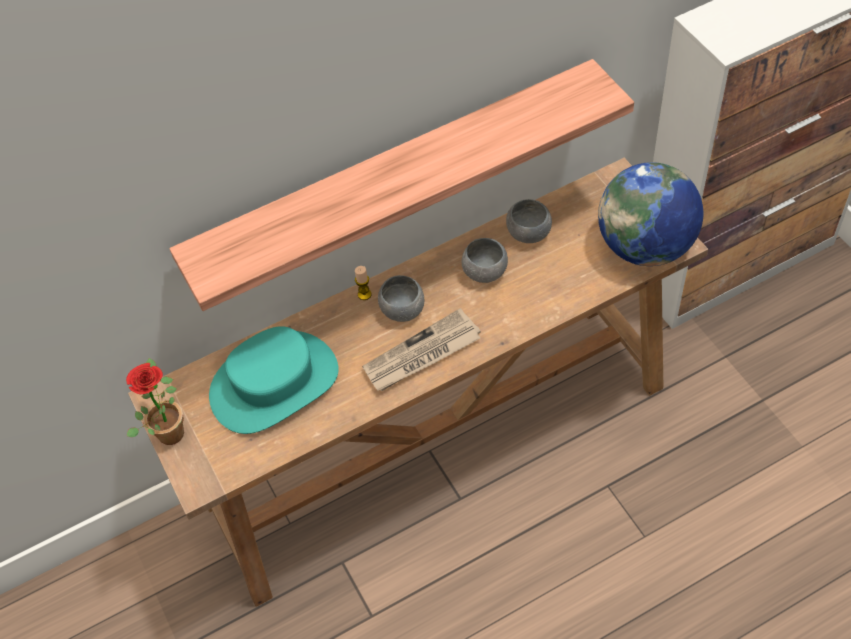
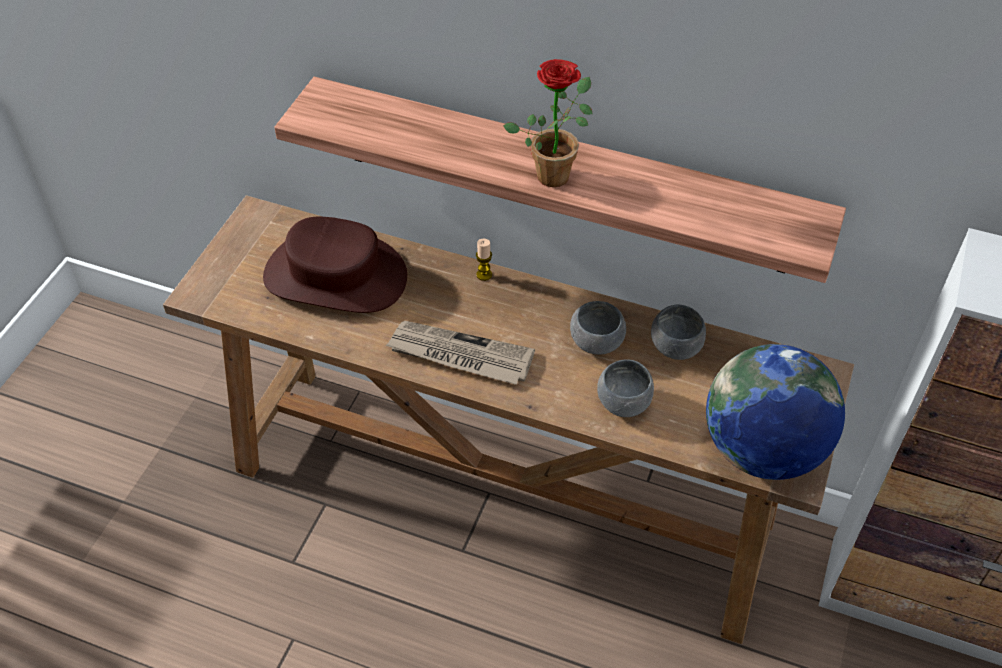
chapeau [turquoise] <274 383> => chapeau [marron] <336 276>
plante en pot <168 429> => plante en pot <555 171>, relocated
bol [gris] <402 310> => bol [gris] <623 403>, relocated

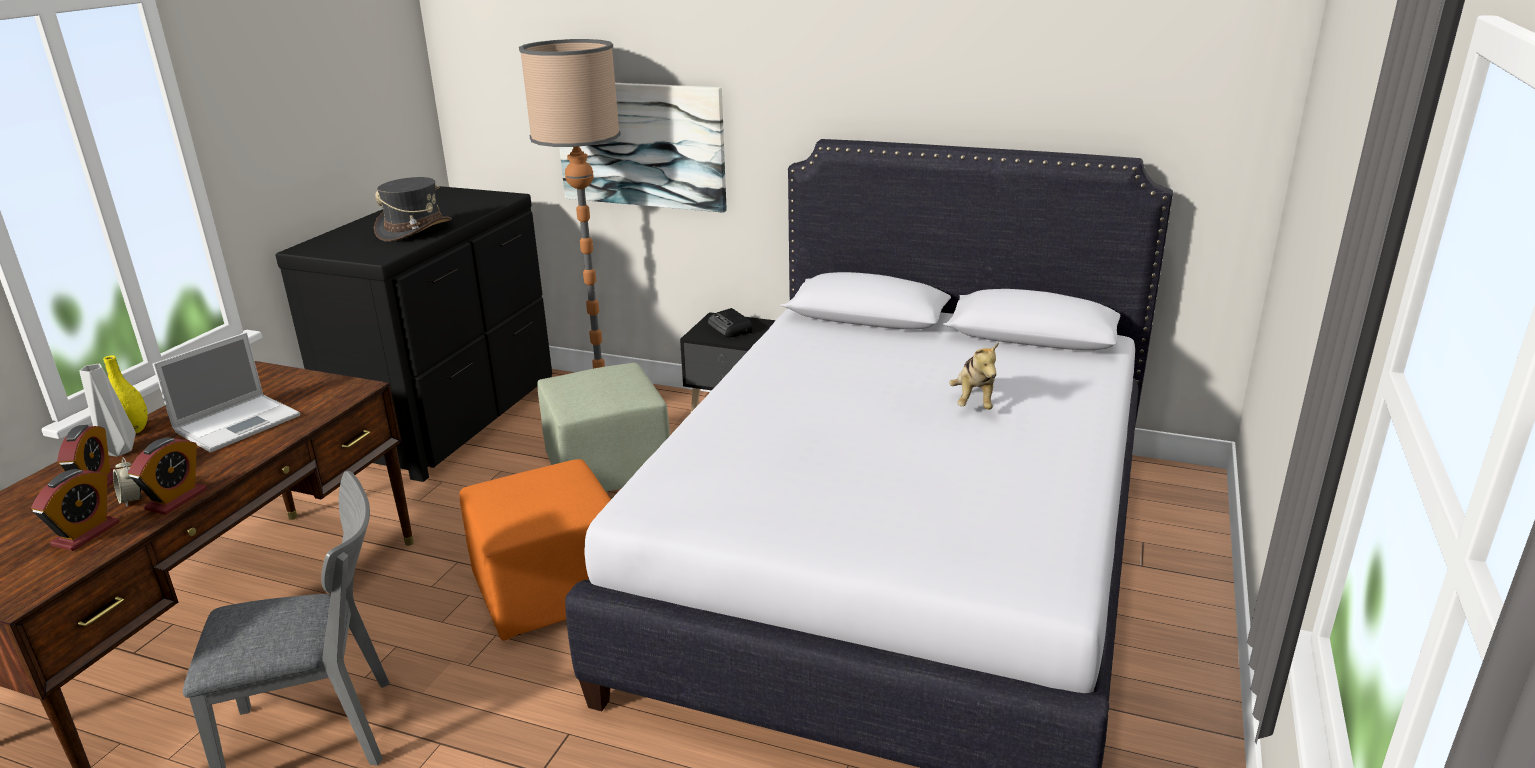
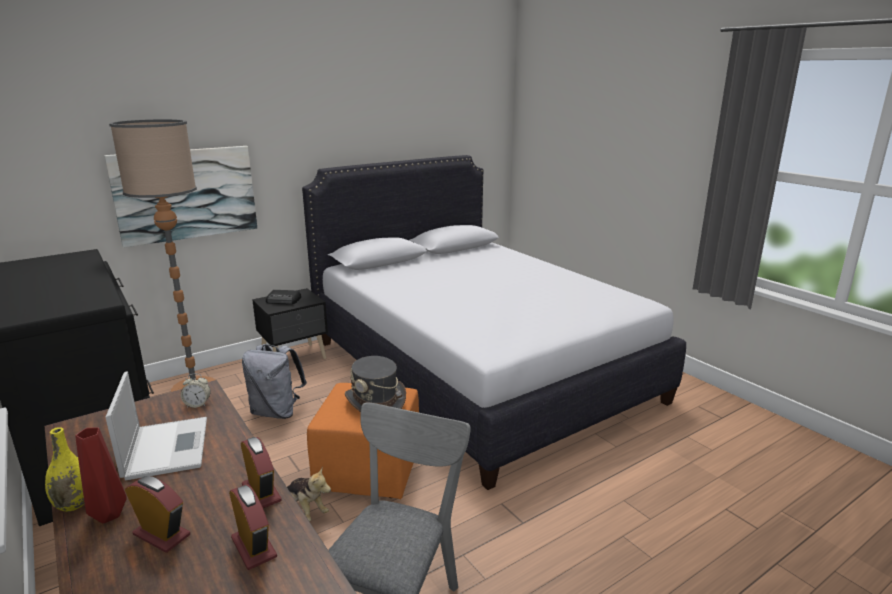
vase [gris] <118 452> => vase [rouge] <109 516>
réveil <132 500> => réveil <197 404>, relocated
pouf [vert] <609 470> => sac à dos [gris] <276 412>
peluche <974 402> => peluche <305 510>, relocated
chapeau [gris] <414 230> => chapeau [gris] <376 402>, relocated

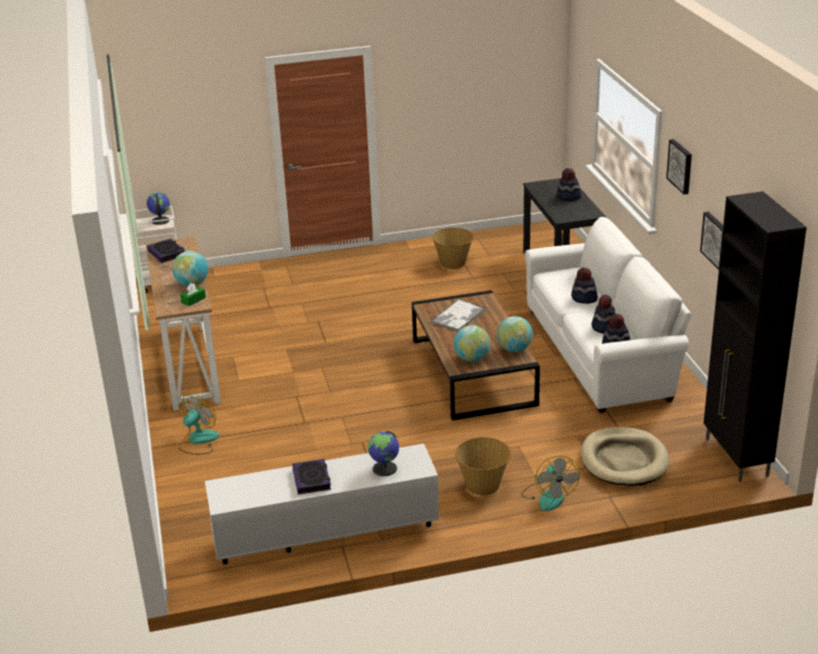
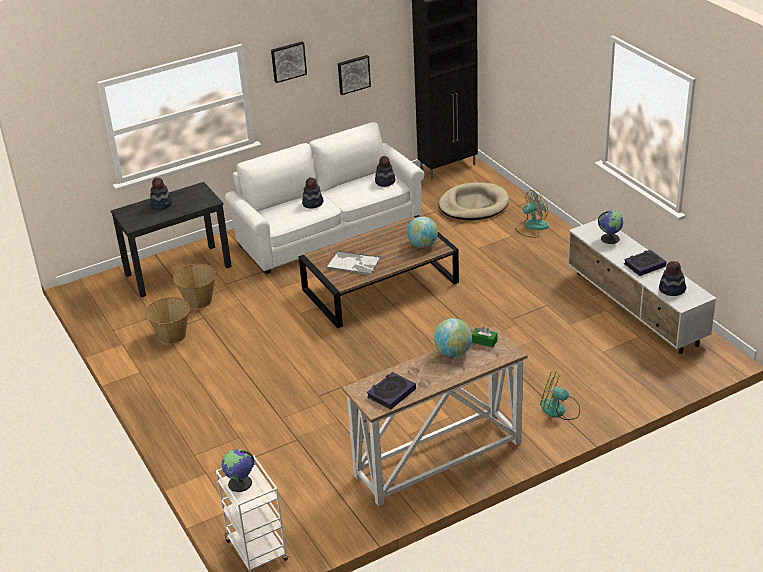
panier <483 485> => panier <198 300>, relocated
chapeau <603 327> => chapeau <672 290>, relocated
globe <514 349> => nothing

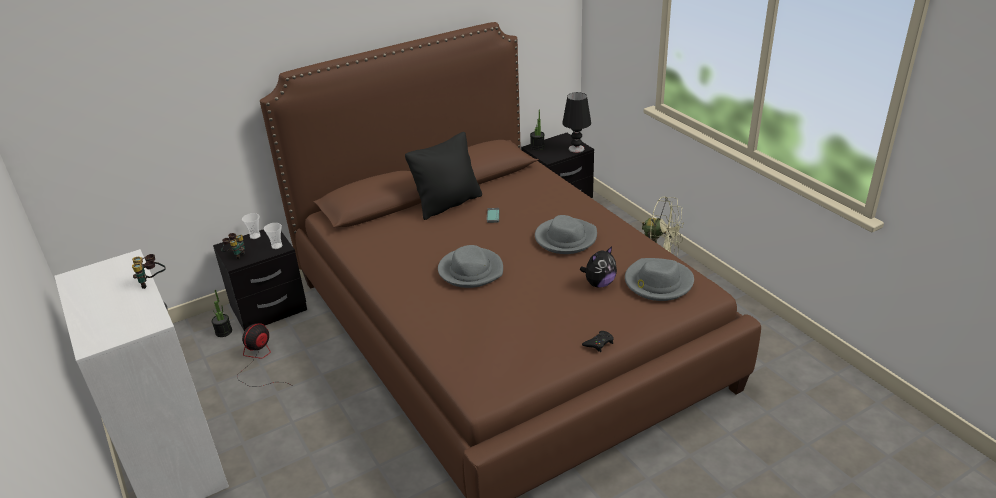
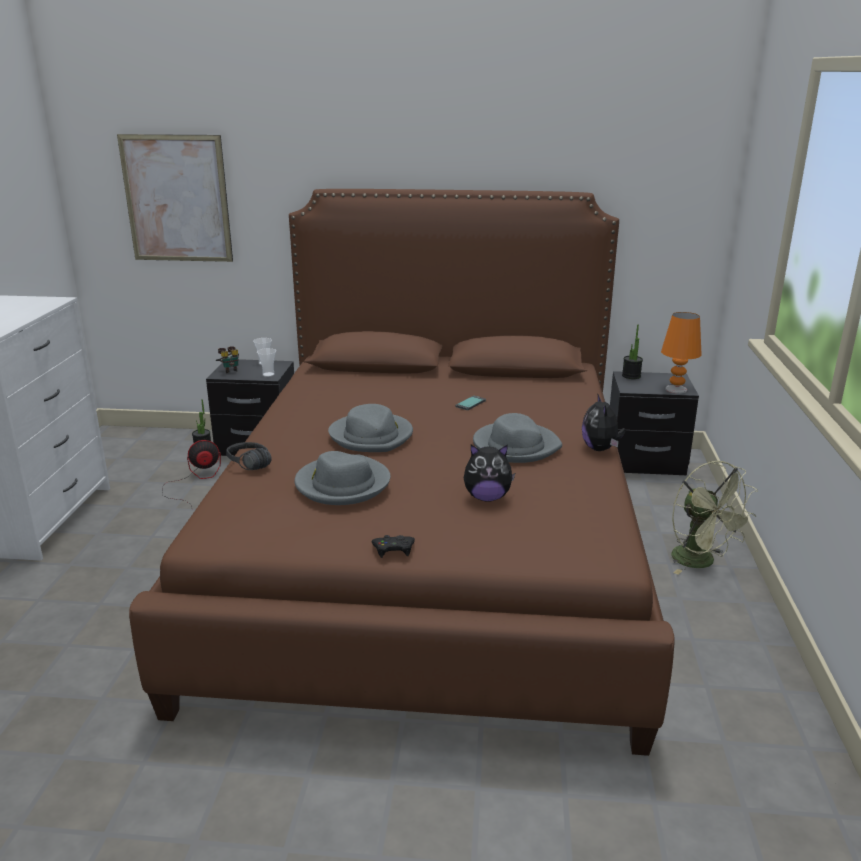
nothing => tableau <176 199>
nothing => casque audio [noir] <244 466>
chapeau [gris] <658 282> => chapeau [gris] <342 484>, relocated
nothing => peluche <600 449>
lampe de table [noir] <576 148> => lampe de table [orange] <676 389>
jumelles <153 282> => nothing
coussin [noir] <448 204> => nothing

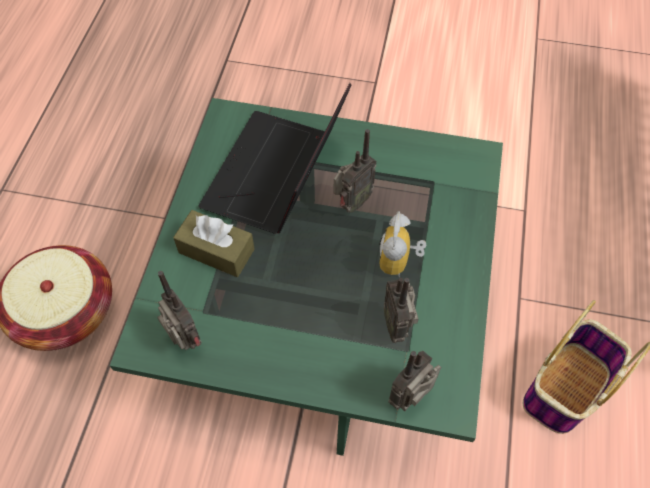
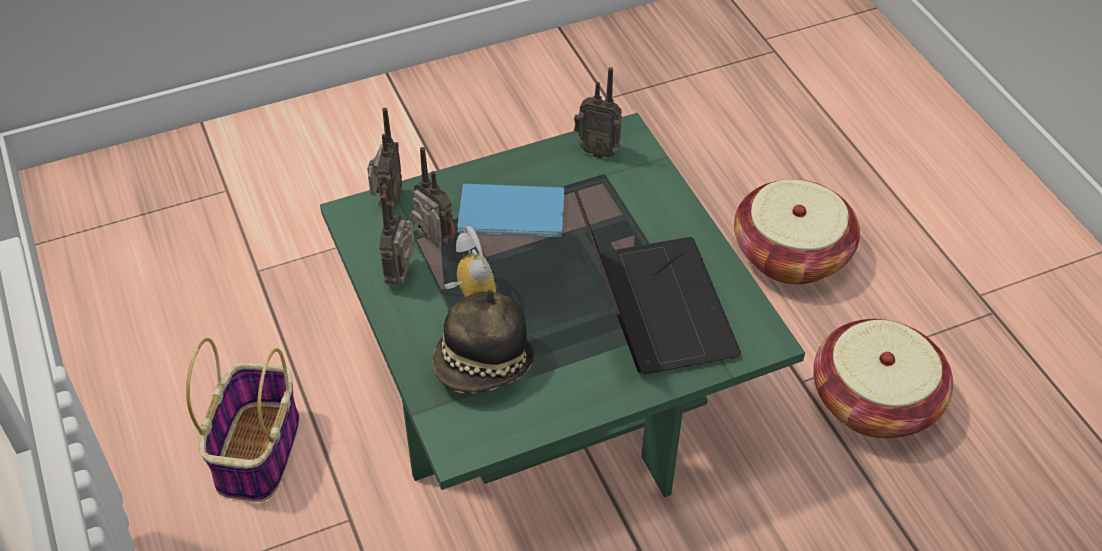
radio <351 203> => radio <402 275>, relocated
nothing => chapeau <484 366>
nothing => livre [bleu] <514 214>
nothing => panier <874 401>
boîte à mouchoirs [marron] <216 251> => nothing

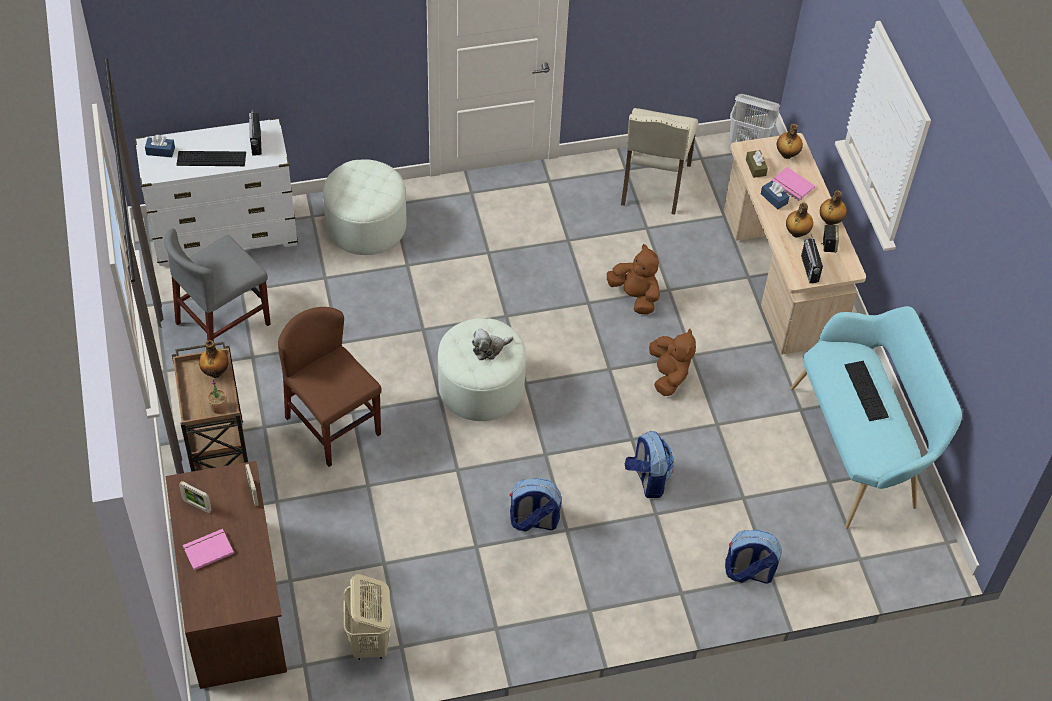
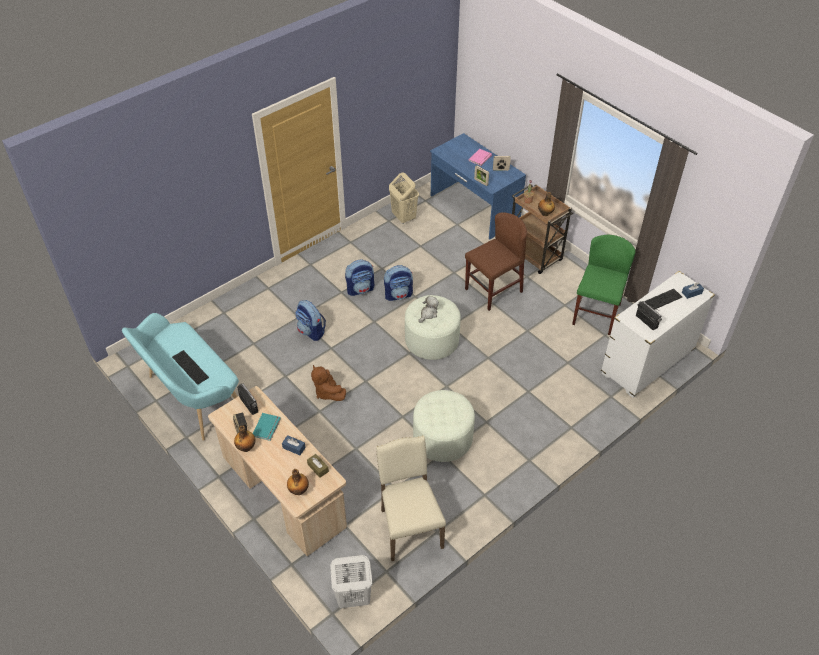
bouteille <796 233> => livre [turquoise] <267 427>
sac à dos <748 572> => sac à dos <398 295>, relocated
pouf [blanc] <366 226> => pouf [blanc] <442 438>, relocated
bureau [marron] <234 602> => bureau [bleu] <474 208>
chaise [marron] <333 426> => chaise [marron] <493 290>, 60 degrees counterclockwise
chaise [gris] <223 323> => chaise [vert] <596 314>
peluche [marron] <635 296> => nothing
livre [rose] <792 186> => nothing

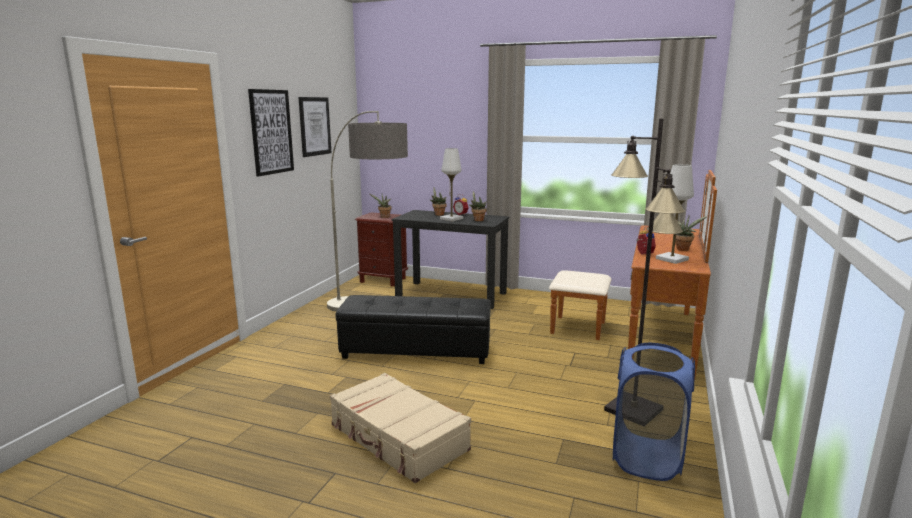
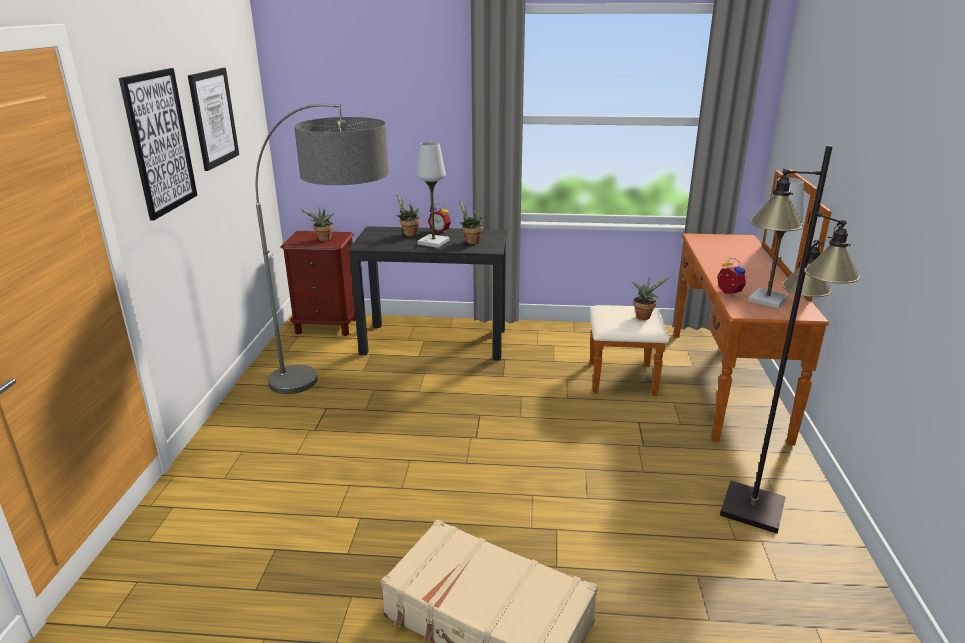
plante en pot <683 249> => plante en pot <644 316>, relocated
pouf [noir] <415 351> => nothing
panier à linge [bleu] <647 458> => nothing

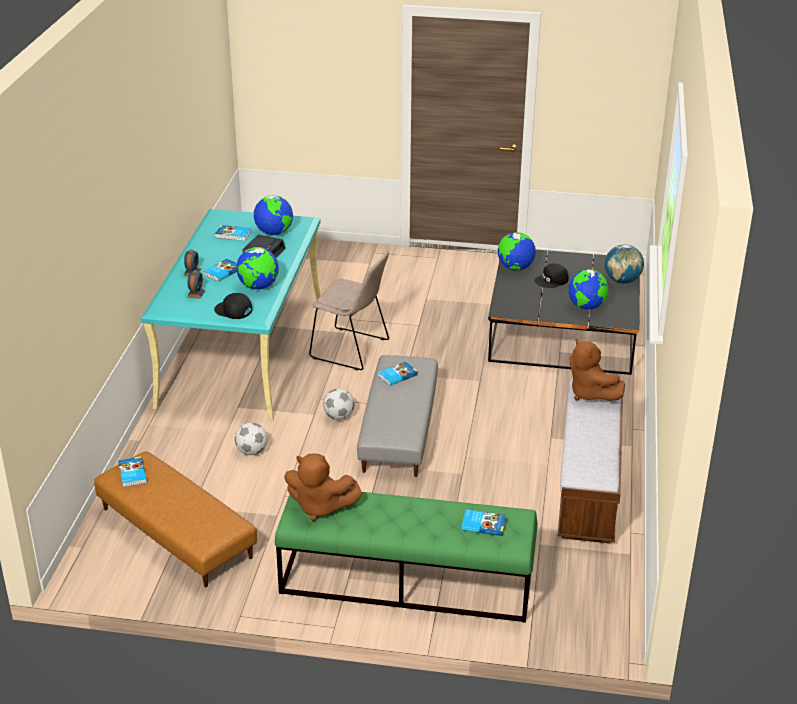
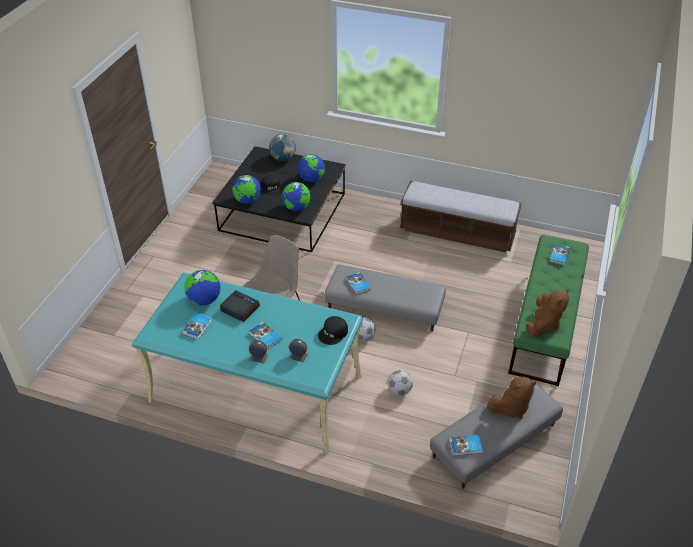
globe <258 287> => globe <296 208>, relocated
pouf [marron] <175 533> => pouf [gris] <494 441>
peluche [marron] <590 394> => peluche [marron] <511 407>, relocated

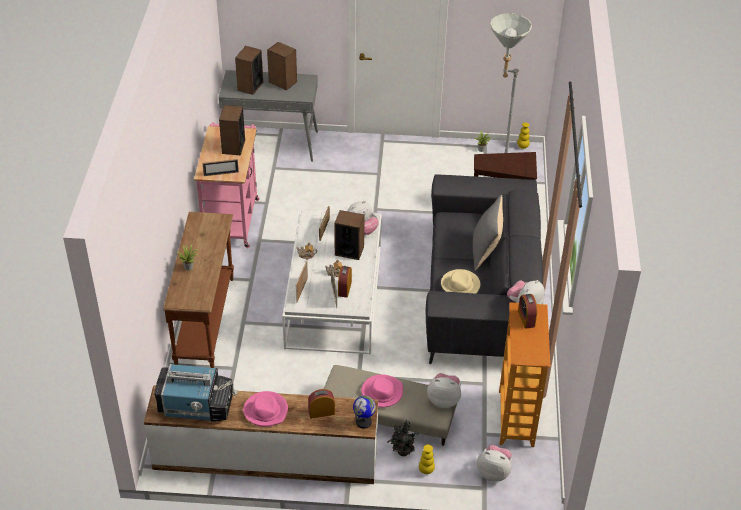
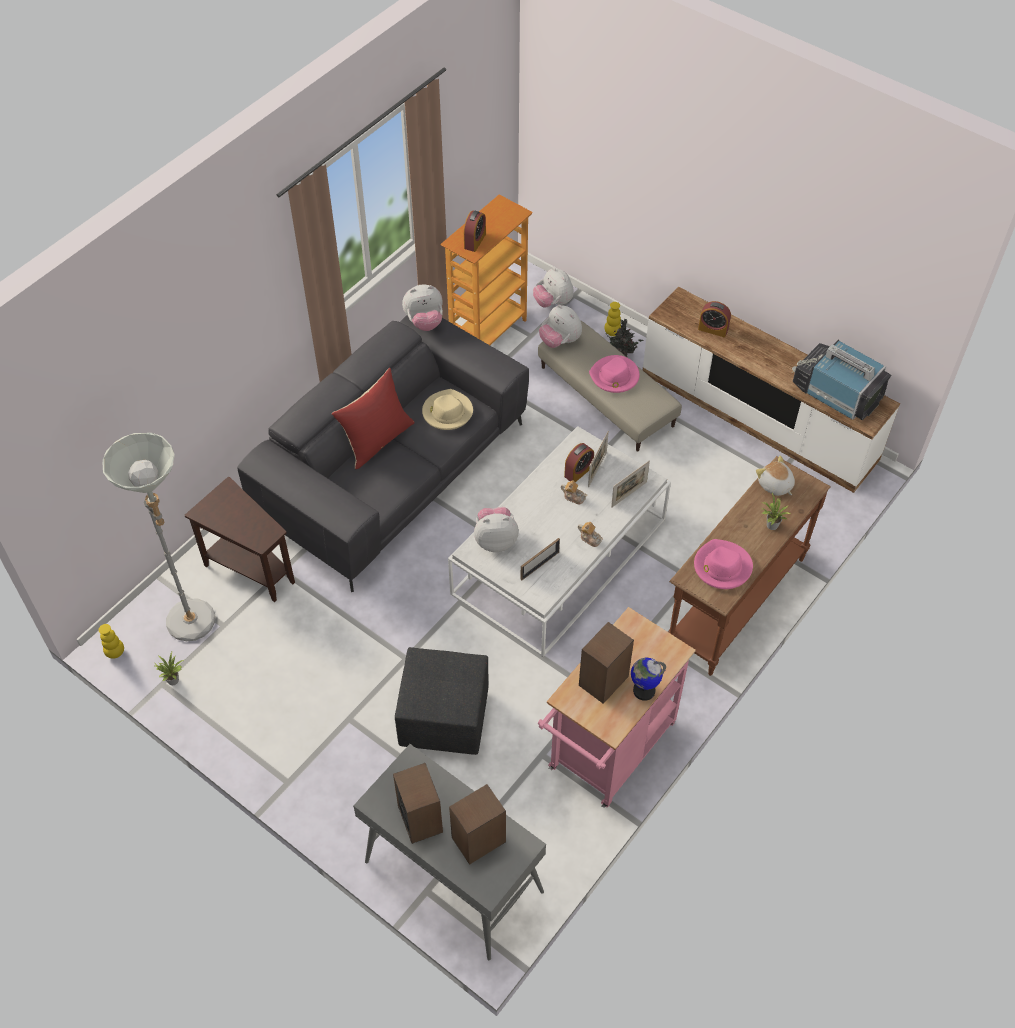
coussin [gris] <485 250> => coussin [rouge] <377 440>
nothing => pouf [noir] <443 717>
globe <364 422> => globe <643 690>, relocated
chapeau [rose] <266 410> => chapeau [rose] <722 567>, relocated
nothing => peluche <775 485>
cadre photo <221 173> => nothing
enceinte <349 251> => nothing

